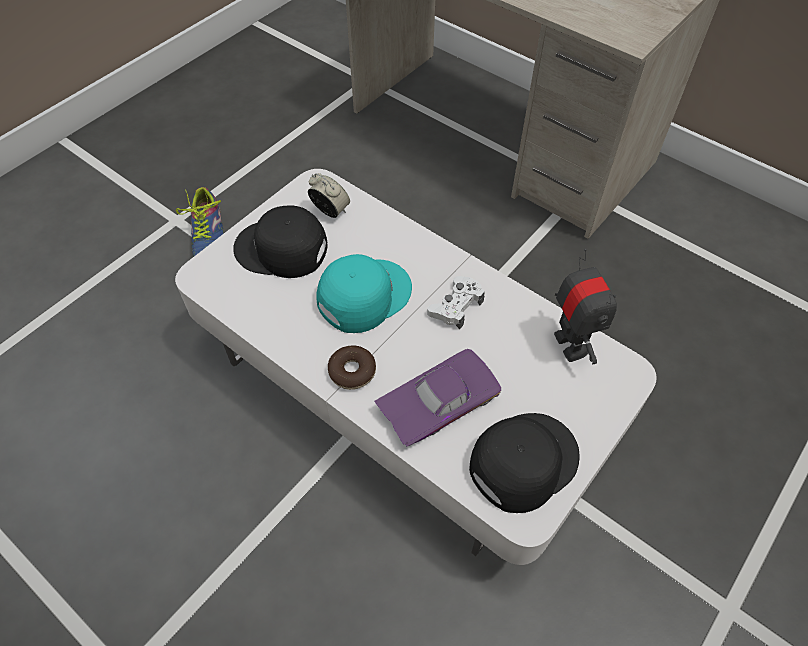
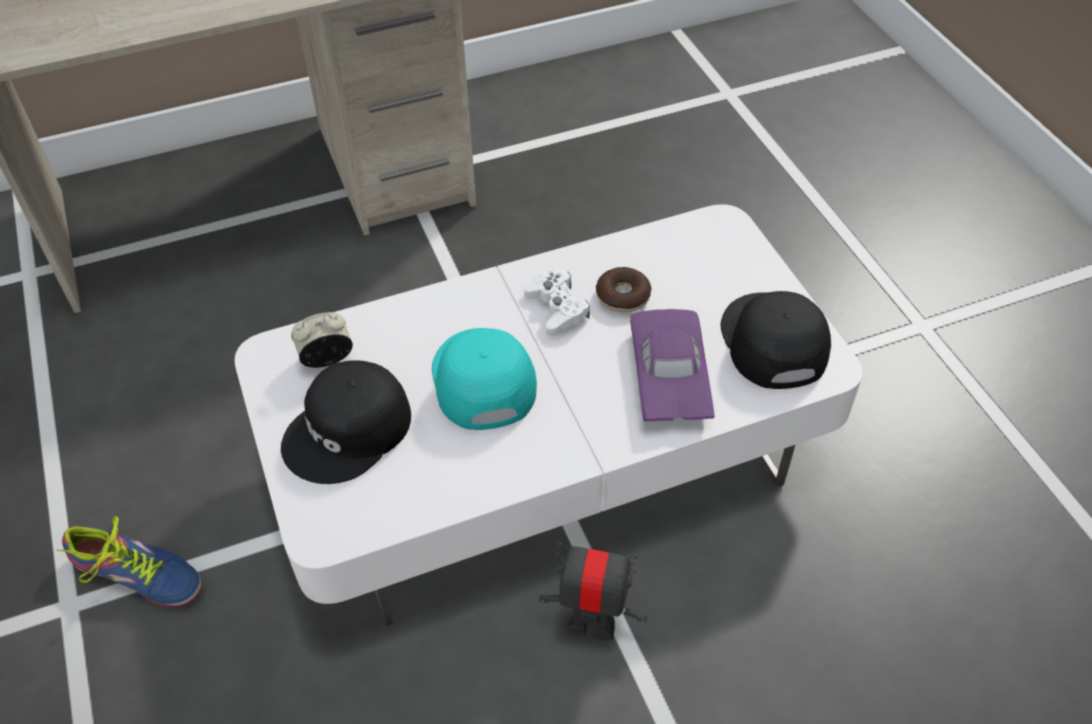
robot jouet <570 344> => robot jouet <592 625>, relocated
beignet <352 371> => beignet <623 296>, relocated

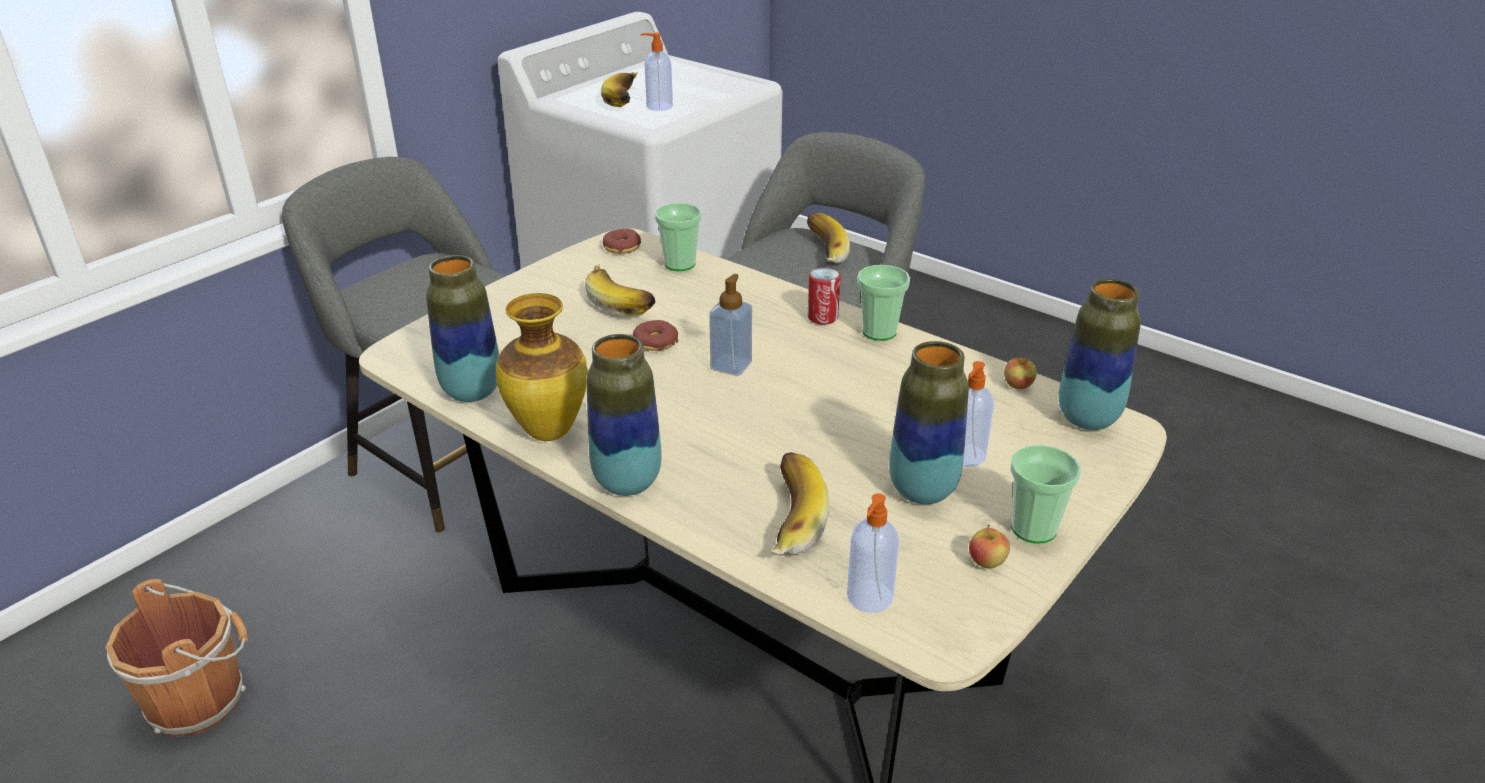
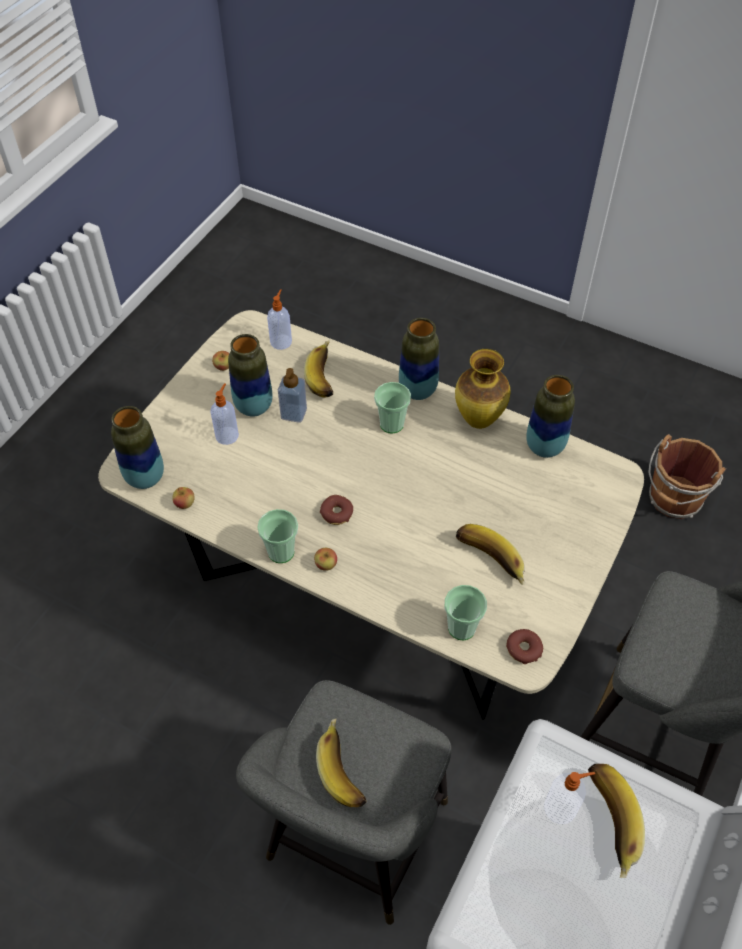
distributeur de savon <731 365> => distributeur de savon <293 413>, relocated
boîte métallique <822 317> => pomme <326 565>
beignet <655 342> => beignet <337 513>, relocated
tasse <1033 529> => tasse <391 424>, relocated

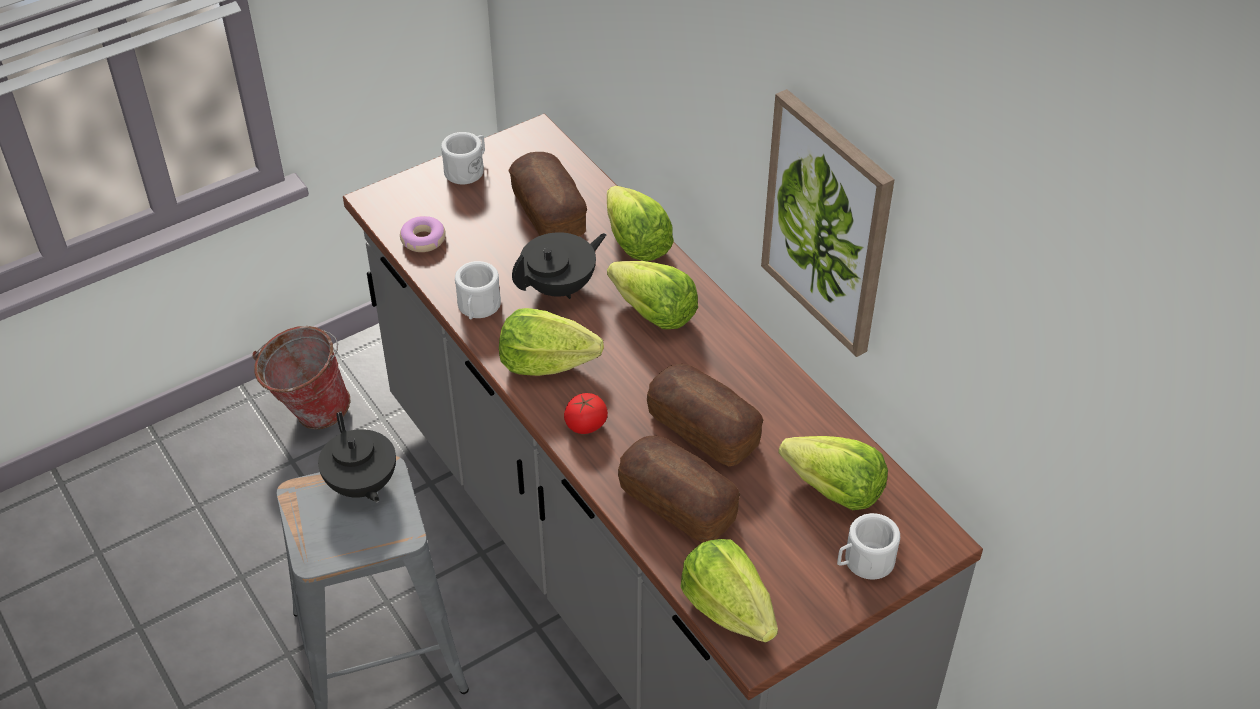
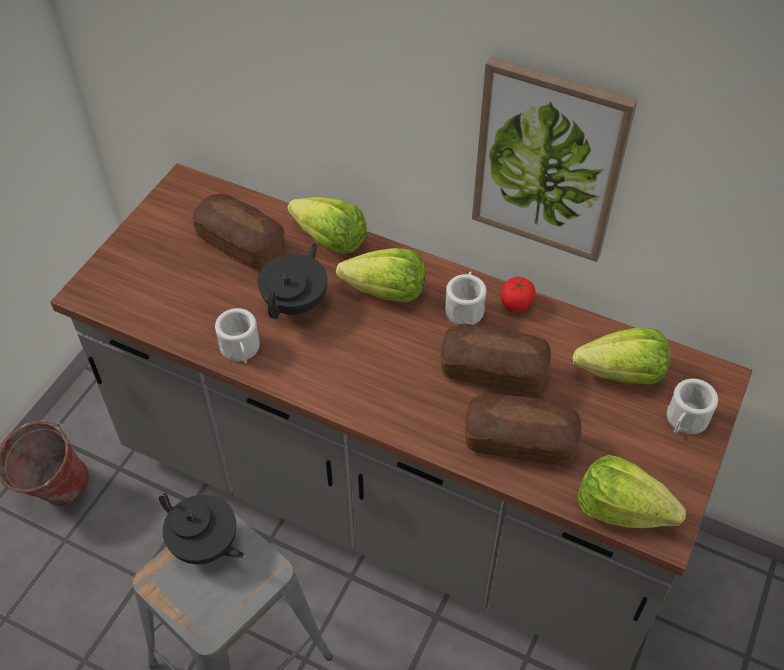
mug [blanc] <467 170> => mug [blanc] <465 308>, relocated
tomate <586 425> => tomate <516 303>, relocated
beignet <423 239> => nothing
laitue <546 363> => nothing

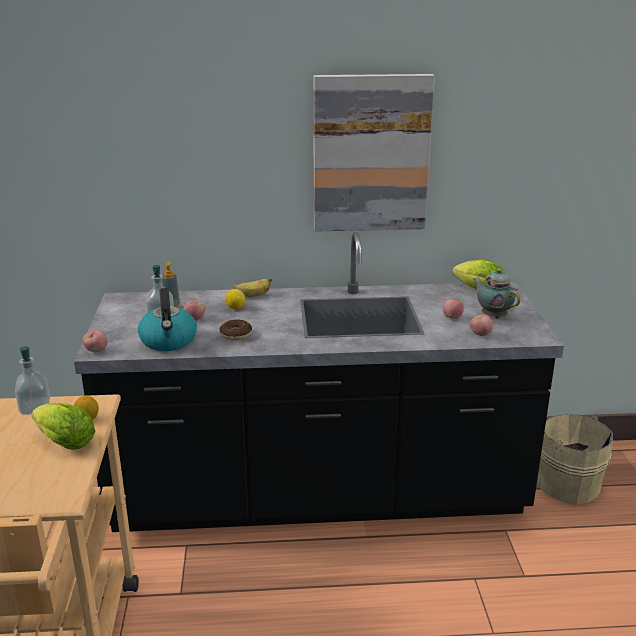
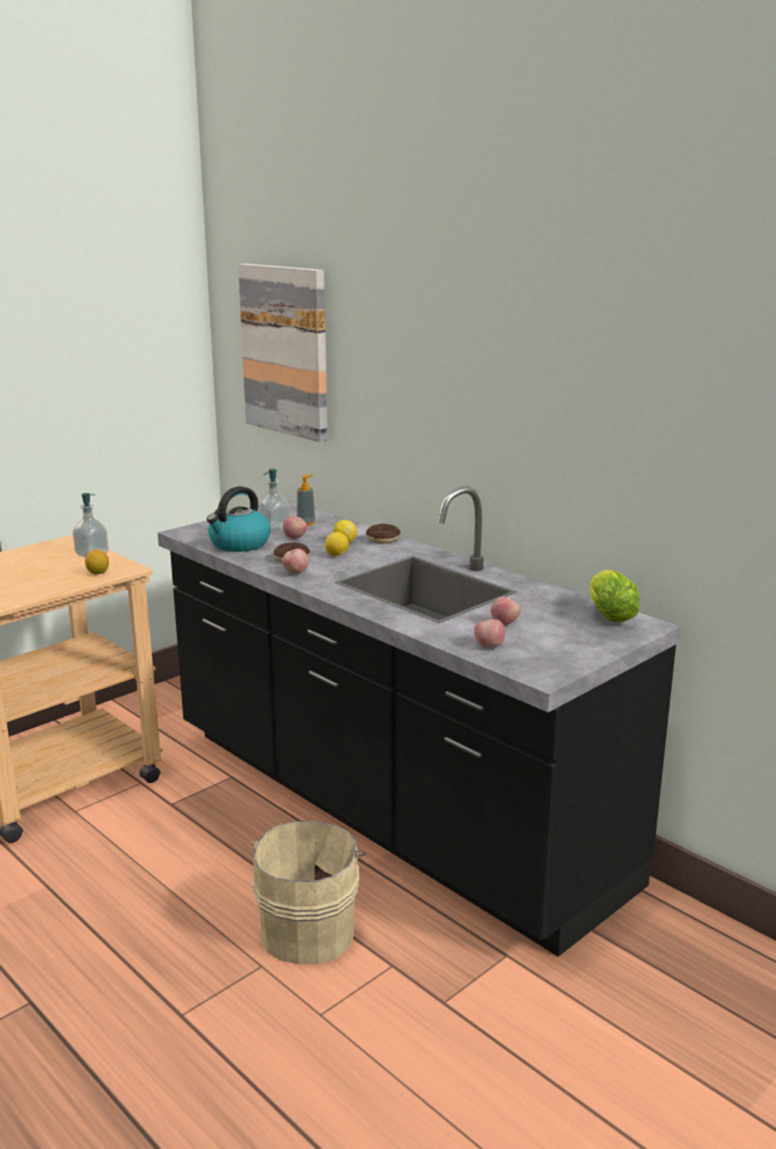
tableau <371 154> => tableau <286 351>, relocated
seau [beige] <565 483> => seau [beige] <309 929>, relocated
pomme <96 351> => pomme <295 573>, relocated
nothing => citron <337 555>
banane <253 296> => beignet <383 539>
laitue <62 442> => nothing
théière <492 316> => nothing

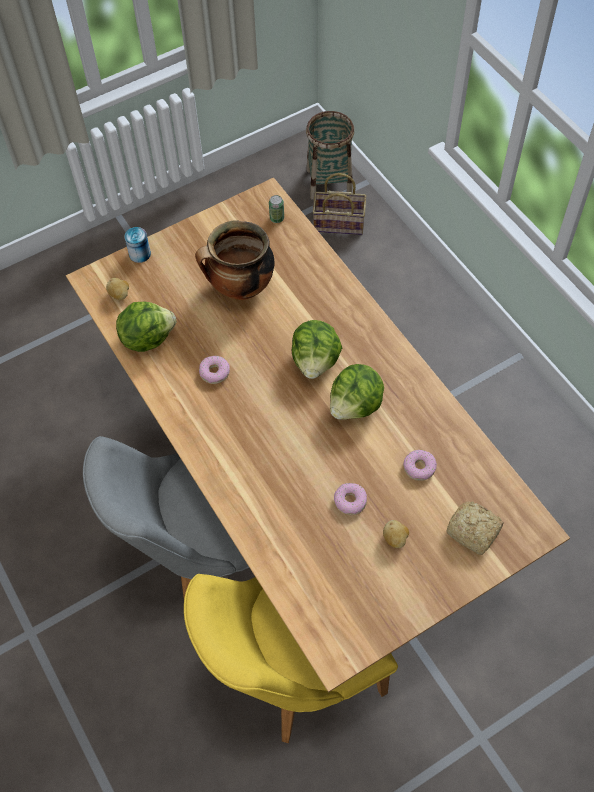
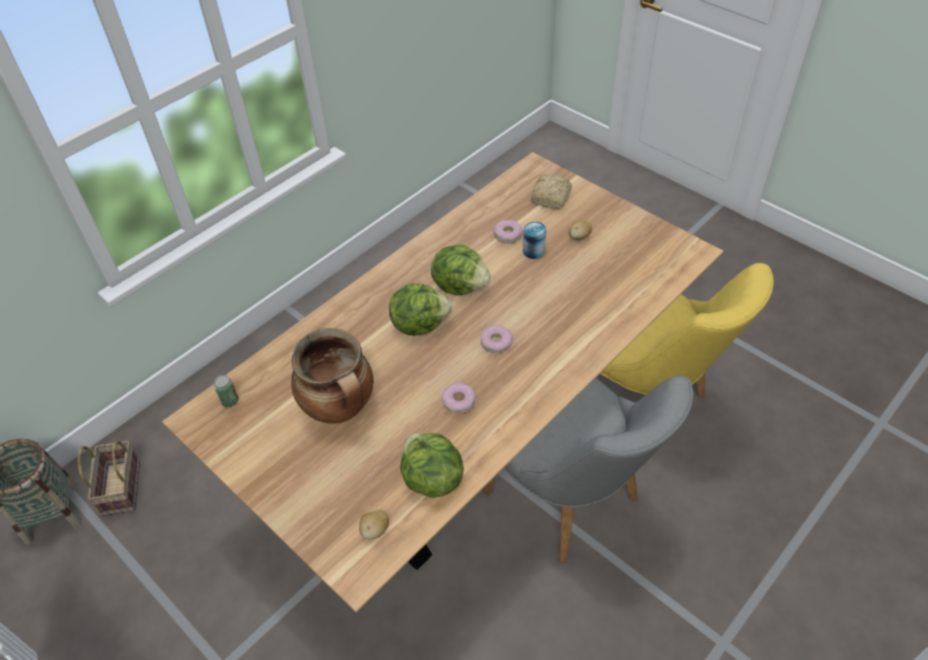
beignet <350 501> => beignet <496 342>, relocated
boîte métallique <140 254> => boîte métallique <533 251>, relocated

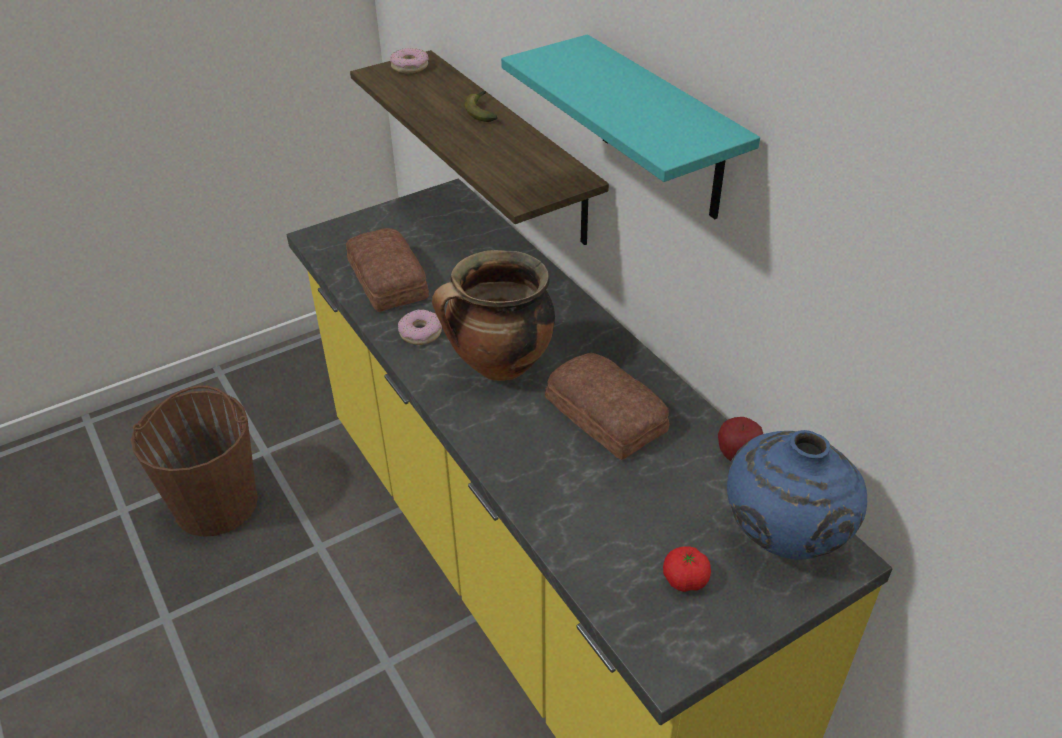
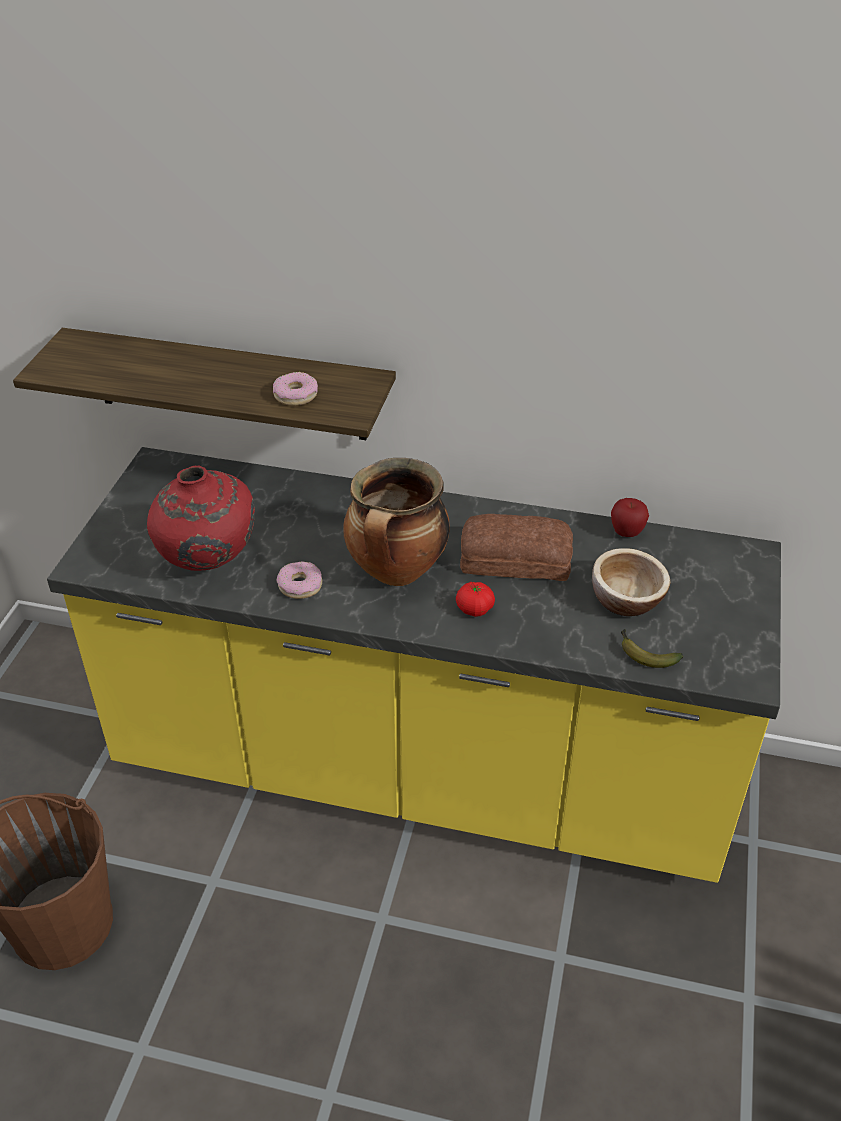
pain <386 280> => vase [rouge] <208 563>
beignet <410 67> => beignet <295 395>, relocated
tomate <685 579> => tomate <474 609>, relocated
nothing => bol <626 599>
banane <481 111> => banane <644 654>, relocated
étagère [turquoise] <662 130> => nothing
vase [bleu] <782 539> => nothing

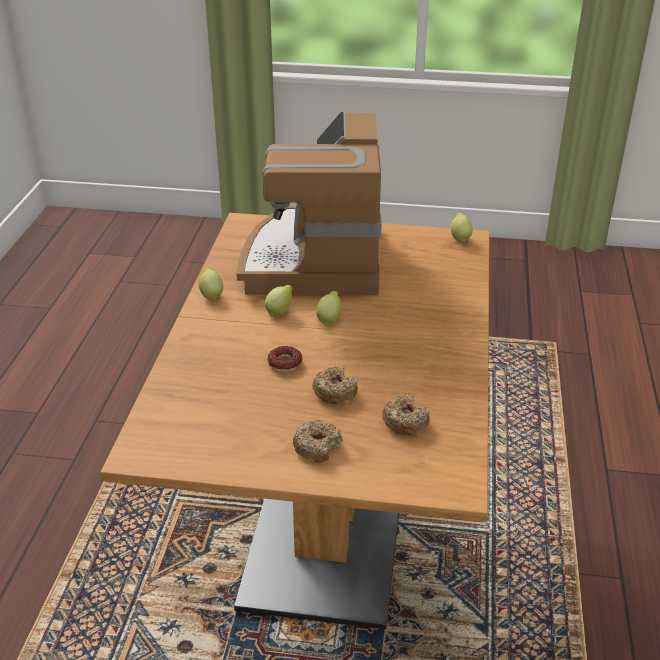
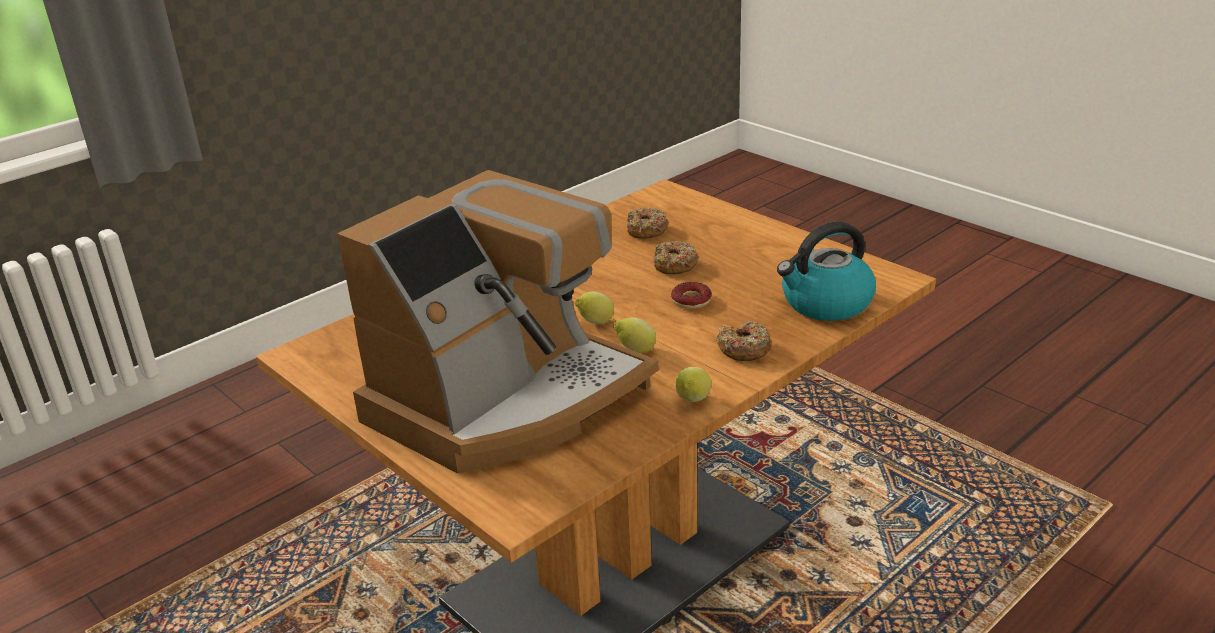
beignet <317 446> => beignet <744 349>, relocated
nothing => bouilloire <825 304>
citron <460 238> => nothing

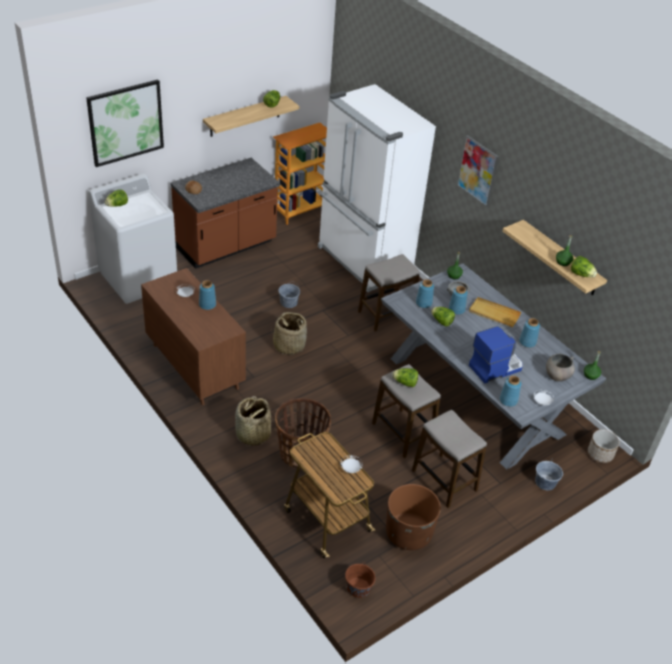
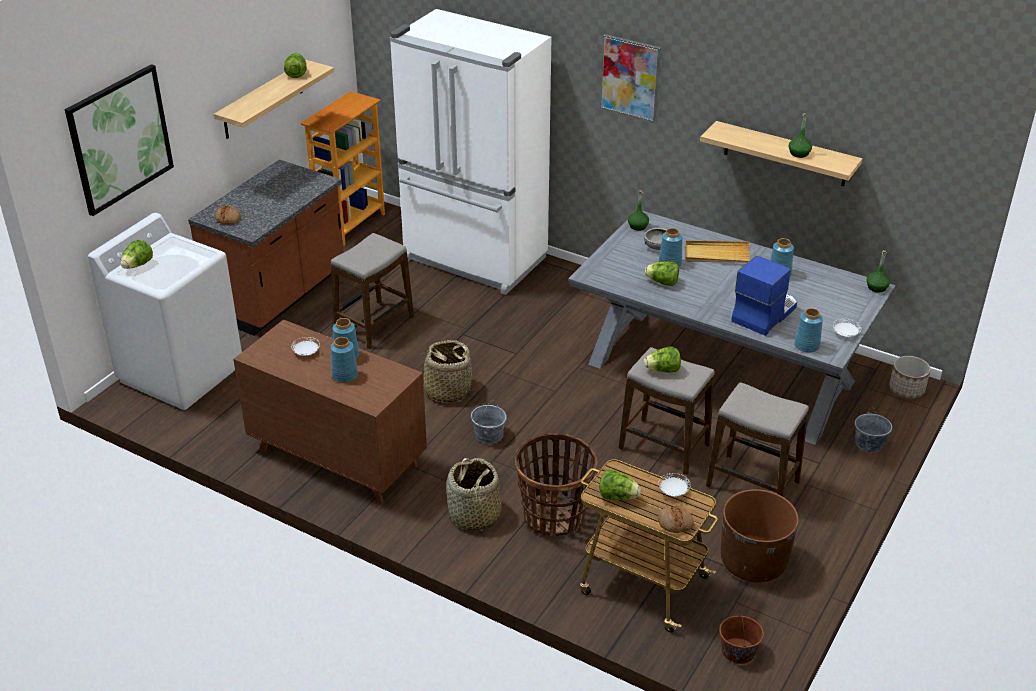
tabouret <385 315> => tabouret <374 325>, relocated
vase [bleu] <423 303> => vase [bleu] <344 375>, relocated
seau [gris] <289 302> => seau [gris] <489 435>, relocated
laitue <581 274> => laitue <618 496>, relocated
nothing => pain <675 523>
bol [gris] <557 376> => nothing

